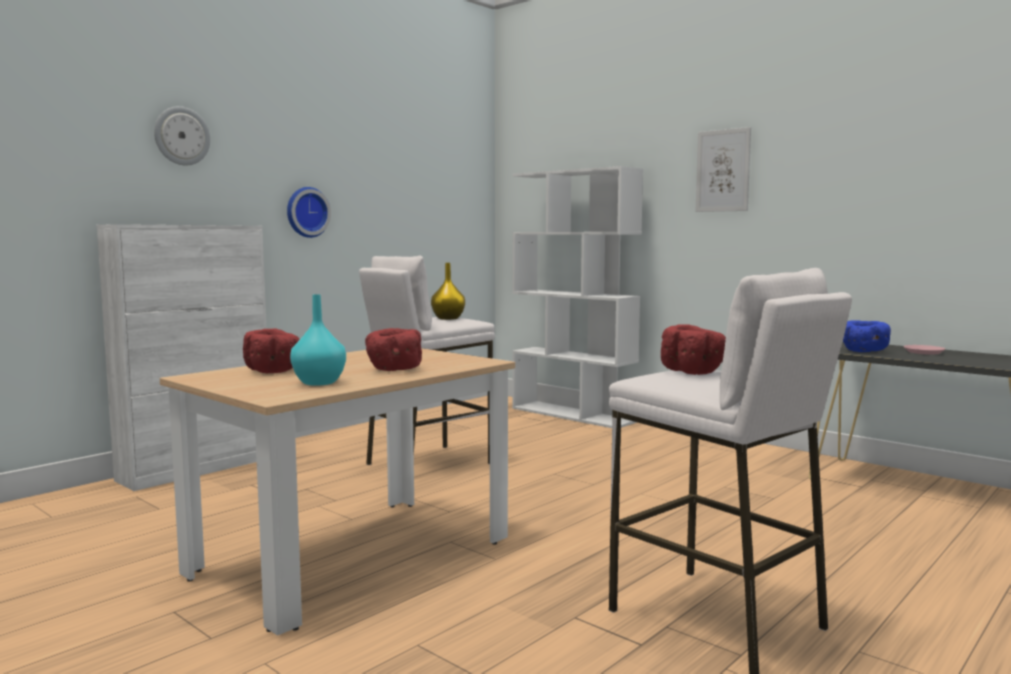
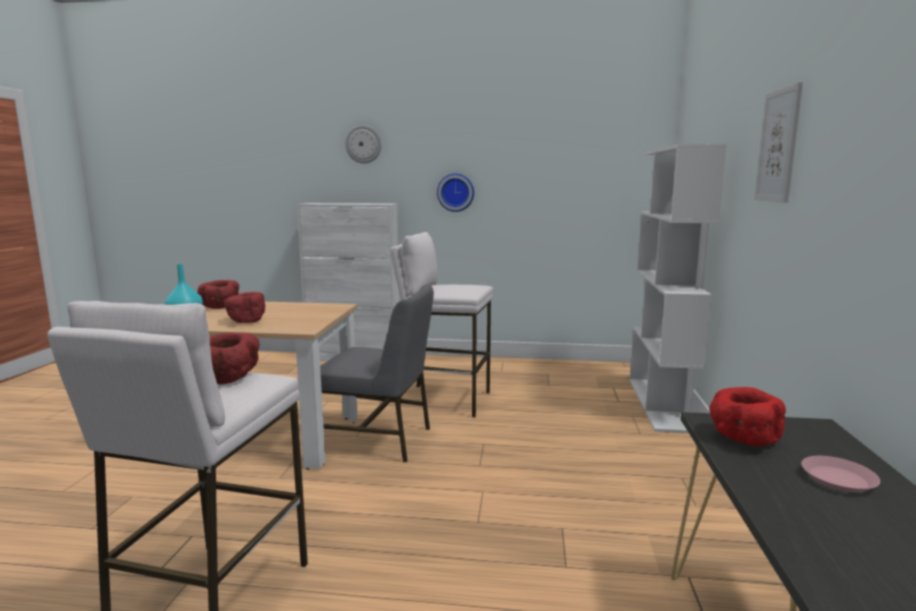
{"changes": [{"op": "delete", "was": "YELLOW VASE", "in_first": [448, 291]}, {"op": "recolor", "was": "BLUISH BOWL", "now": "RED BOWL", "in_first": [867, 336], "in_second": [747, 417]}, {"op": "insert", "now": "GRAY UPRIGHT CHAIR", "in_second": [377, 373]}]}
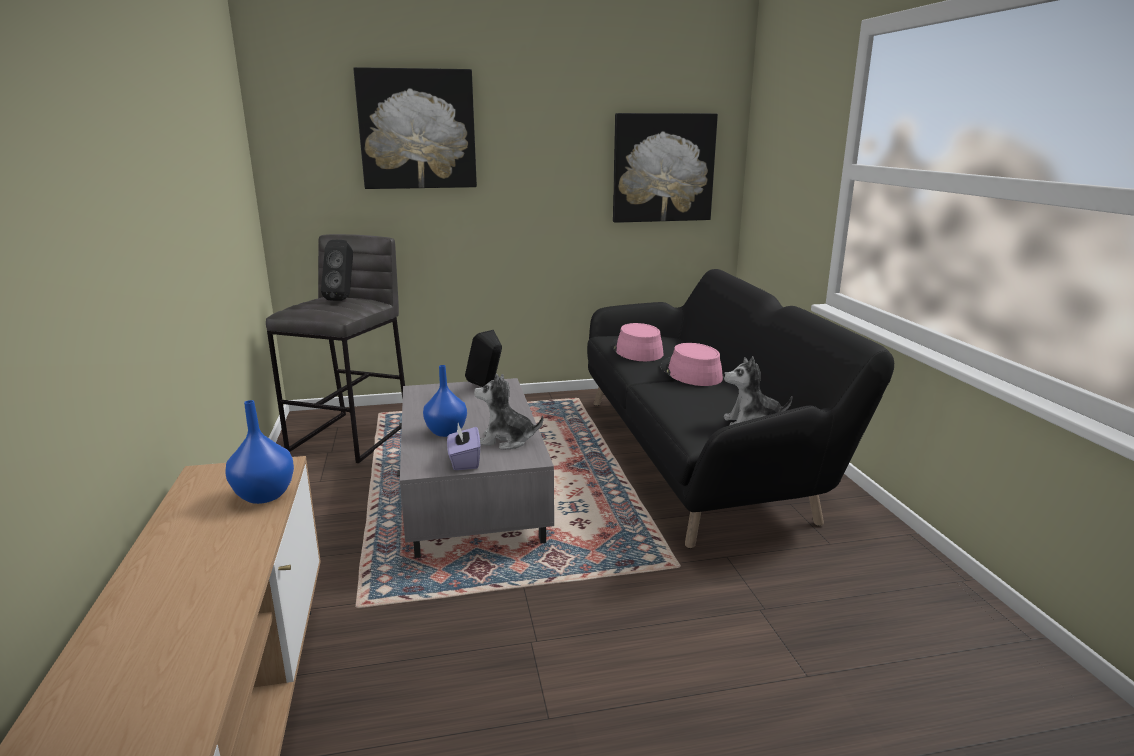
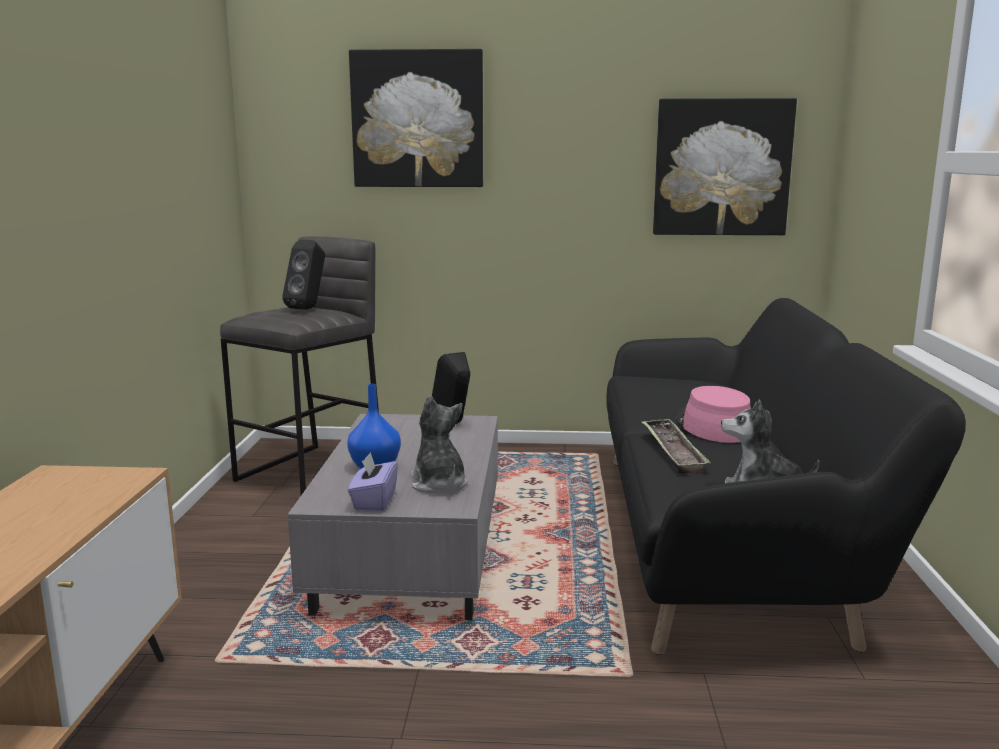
{"changes": [{"op": "delete", "was": "BLUISH VASE", "in_first": [259, 452]}, {"op": "rotate", "was": "SOFT TOY", "in_first": [508, 411], "in_second": [439, 444], "clockwise": 45}, {"op": "delete", "was": "PINK CLOTHING HAT", "in_first": [638, 342]}, {"op": "insert", "now": "SERVING TRAY", "in_second": [676, 446]}]}
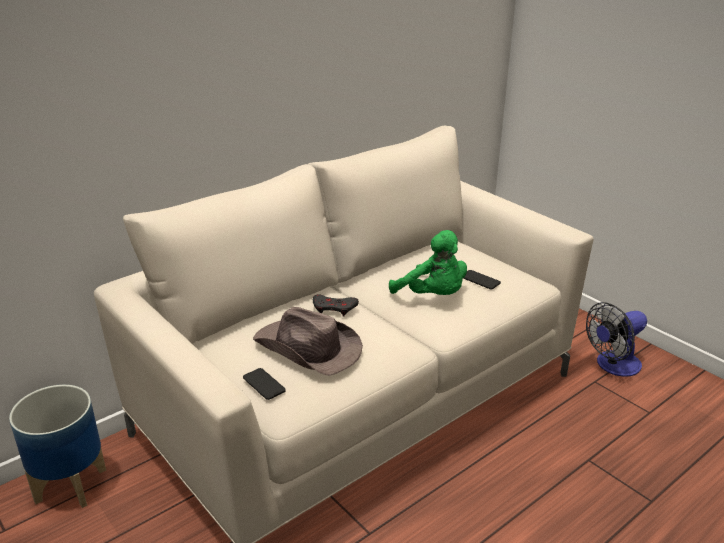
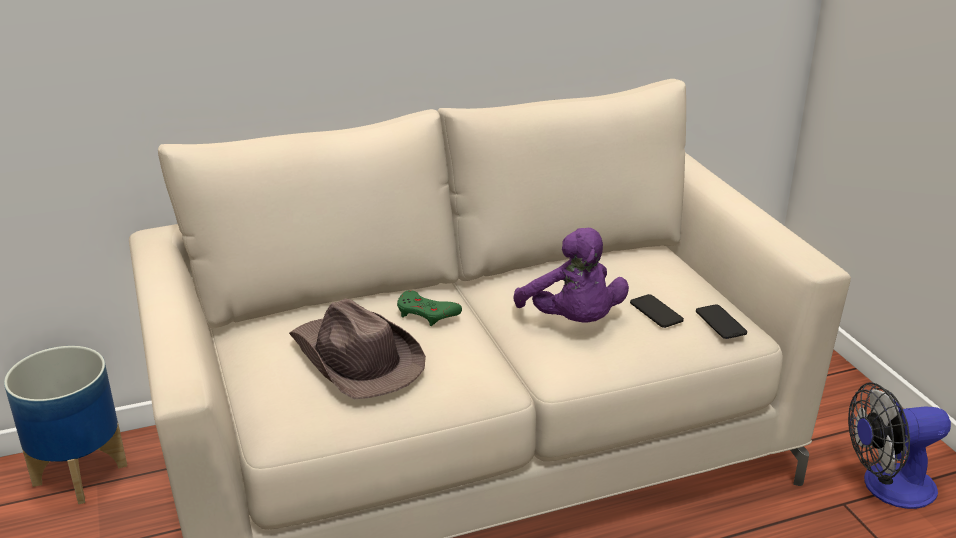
{"changes": [{"op": "move", "was": "HANDSET", "in_first": [264, 384], "in_second": [721, 321]}, {"op": "recolor", "was": "GRAY GAME CONTROLLER", "now": "GREEN GAME CONTROLLER", "in_first": [336, 306], "in_second": [429, 308]}, {"op": "recolor", "was": "GREEN SOFT TOY", "now": "PURPLE SOFT TOY", "in_first": [428, 262], "in_second": [571, 275]}]}
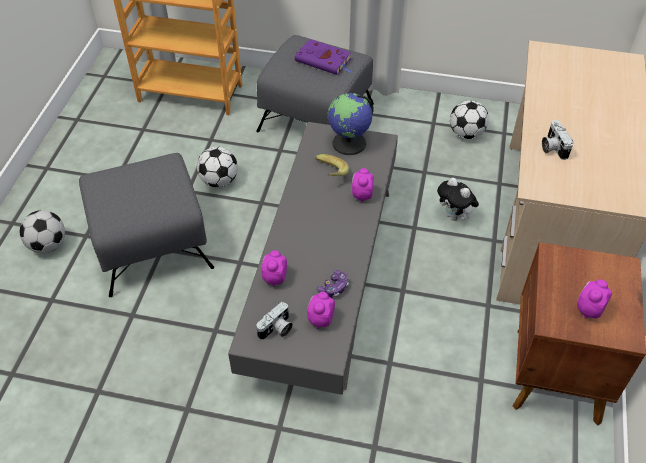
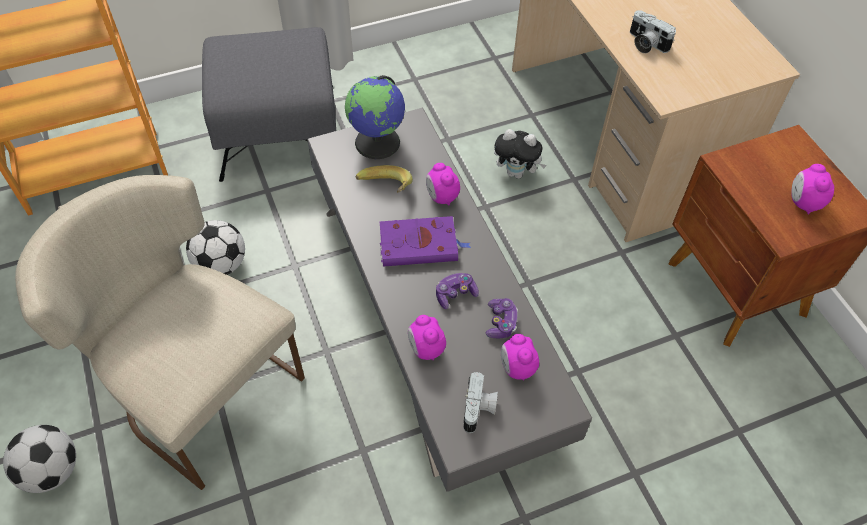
{"changes": [{"op": "replace", "was": "GRAY OTTOMAN", "now": "BEIGE-COLOURED UPRIGHT CHAIR", "in_first": [146, 225], "in_second": [160, 332]}, {"op": "move", "was": "PURPLE BOUND BOOK", "in_first": [323, 57], "in_second": [425, 241]}, {"op": "delete", "was": "BALL FOR FOOTBALL", "in_first": [469, 119]}, {"op": "insert", "now": "GAME CONTROLLER", "in_second": [457, 291]}]}
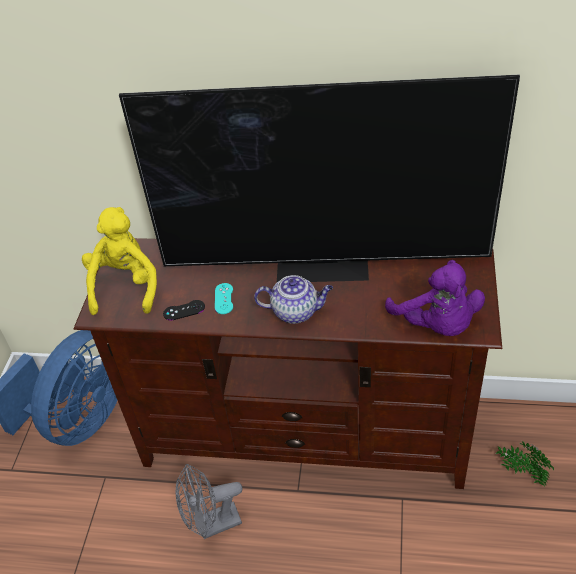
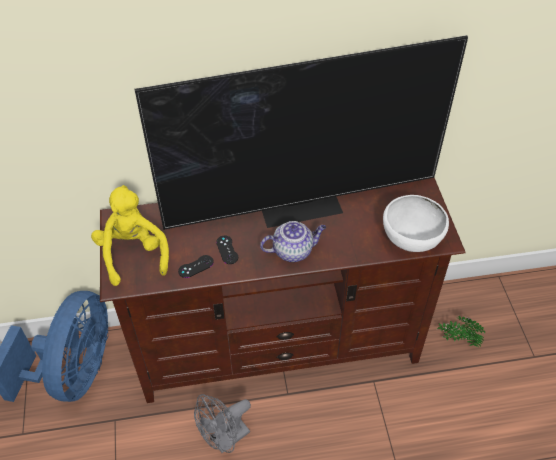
{"changes": [{"op": "recolor", "was": "BLUE-GREEN GAME CONTROLLER", "now": "BLACK GAME CONTROLLER", "in_first": [224, 298], "in_second": [227, 250]}, {"op": "replace", "was": "PURPLE SOFT TOY", "now": "WHITE BOWL", "in_first": [435, 298], "in_second": [416, 223]}]}
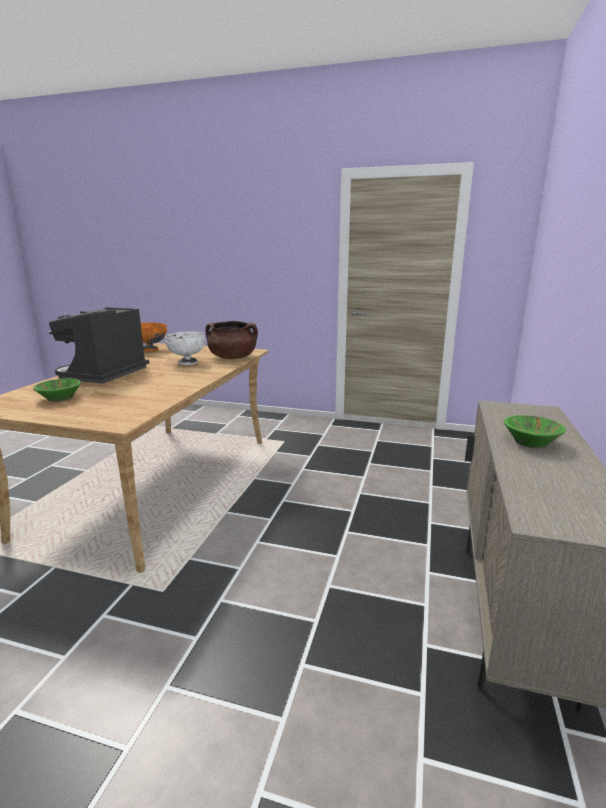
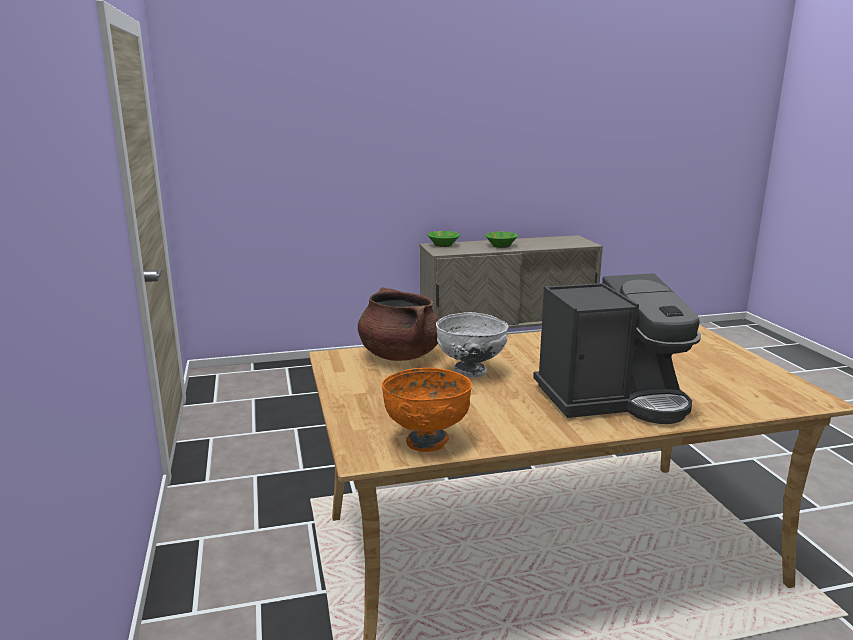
{"changes": [{"op": "move", "was": "GREEN BOWL", "in_first": [57, 390], "in_second": [444, 239]}]}
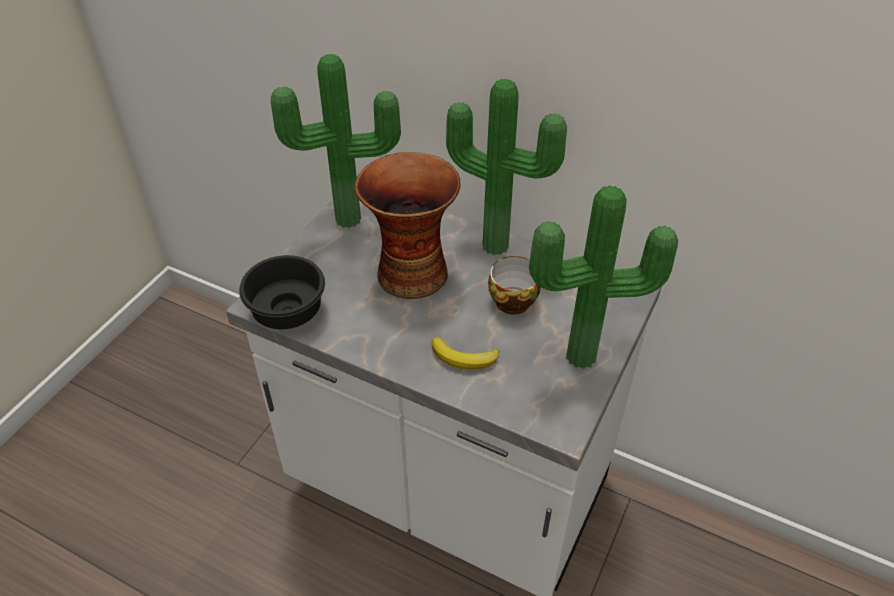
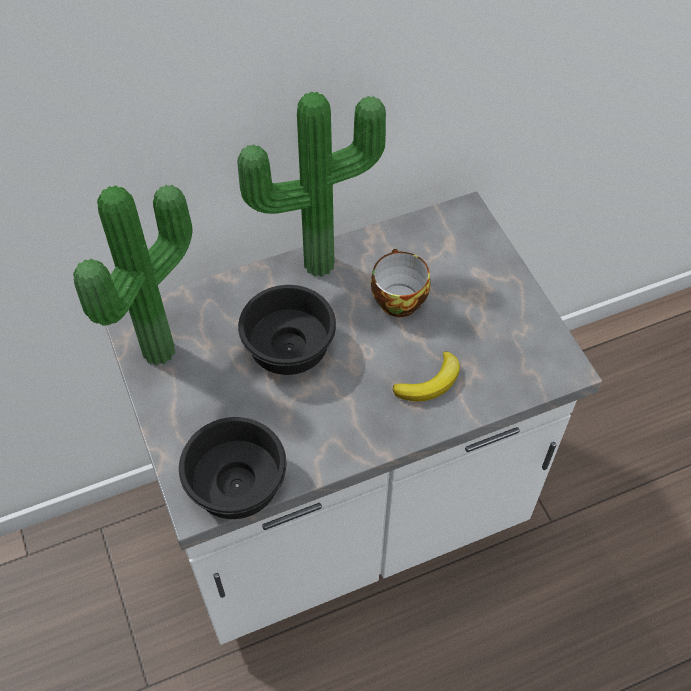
{"changes": [{"op": "replace", "was": "VASE", "now": "BLACK BOWL", "in_first": [407, 225], "in_second": [287, 330]}, {"op": "delete", "was": "POTTED PLANT", "in_first": [603, 277]}]}
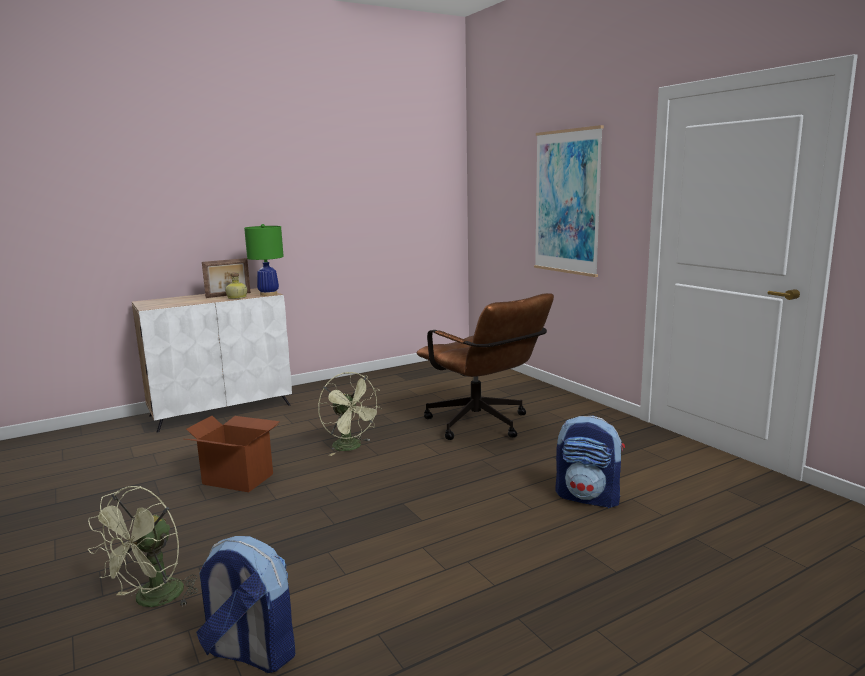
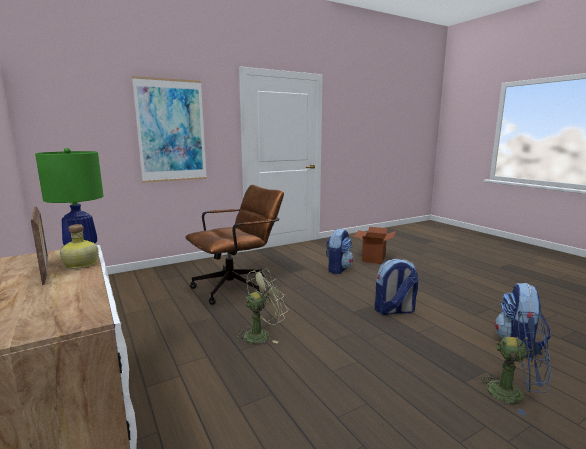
{"changes": [{"op": "recolor", "was": "GREEN COOLING FAN", "now": "BLUISH COOLING FAN", "in_first": [143, 546], "in_second": [513, 363]}, {"op": "move", "was": "PACKING BOX", "in_first": [232, 454], "in_second": [374, 245]}, {"op": "insert", "now": "KNAPSACK", "in_second": [396, 287]}]}
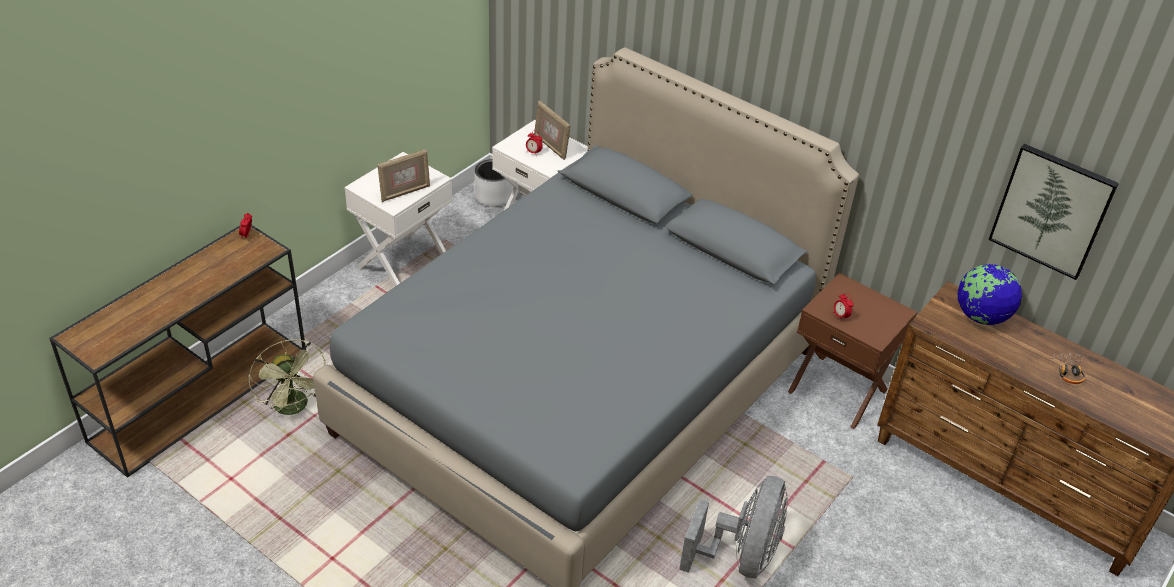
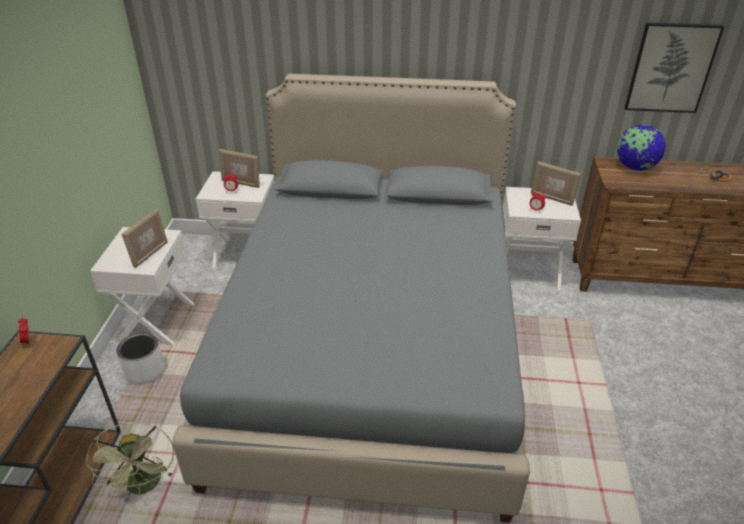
{"changes": [{"op": "rotate", "was": "GREEN COOLING FAN", "in_first": [287, 377], "in_second": [130, 459], "clockwise": 45}, {"op": "move", "was": "WHITE PLANTER", "in_first": [493, 183], "in_second": [141, 358]}, {"op": "delete", "was": "GRAY COOLING FAN", "in_first": [733, 527]}, {"op": "recolor", "was": "BROWN BEDSIDE TABLE", "now": "WHITE BEDSIDE TABLE", "in_first": [852, 351], "in_second": [542, 239]}, {"op": "insert", "now": "PICTURE FRAME", "in_second": [556, 183]}]}
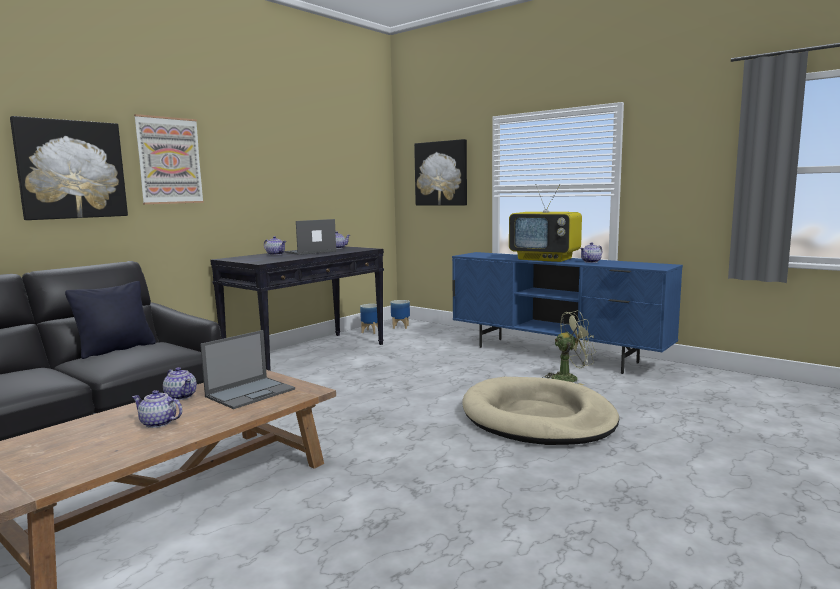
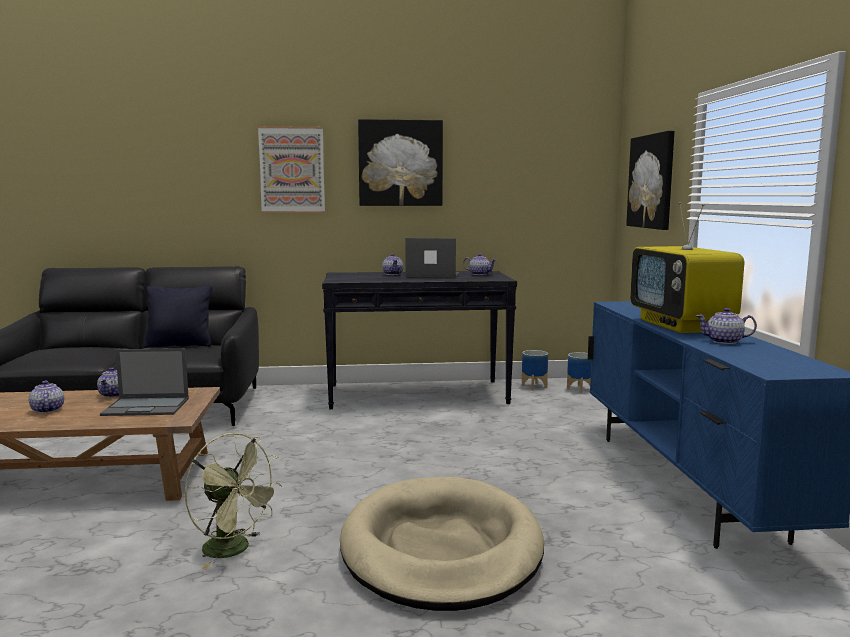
{"changes": [{"op": "move", "was": "PICTURE", "in_first": [69, 168], "in_second": [400, 162]}, {"op": "move", "was": "GREEN COOLING FAN", "in_first": [569, 348], "in_second": [233, 501]}]}
